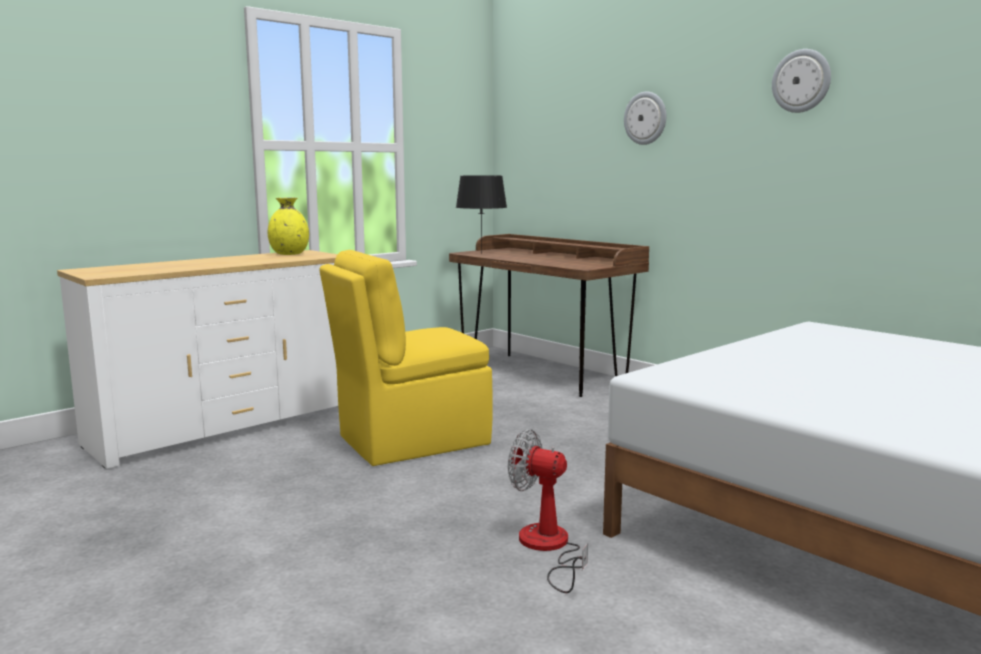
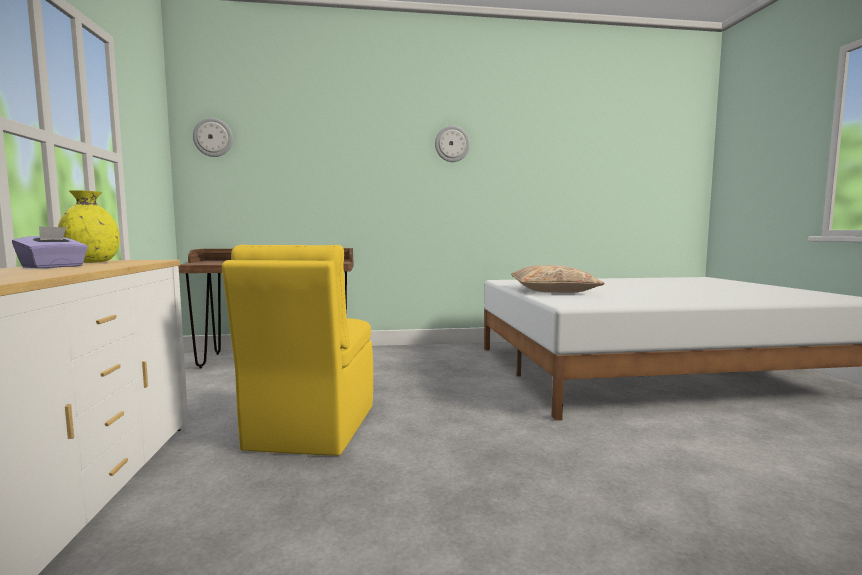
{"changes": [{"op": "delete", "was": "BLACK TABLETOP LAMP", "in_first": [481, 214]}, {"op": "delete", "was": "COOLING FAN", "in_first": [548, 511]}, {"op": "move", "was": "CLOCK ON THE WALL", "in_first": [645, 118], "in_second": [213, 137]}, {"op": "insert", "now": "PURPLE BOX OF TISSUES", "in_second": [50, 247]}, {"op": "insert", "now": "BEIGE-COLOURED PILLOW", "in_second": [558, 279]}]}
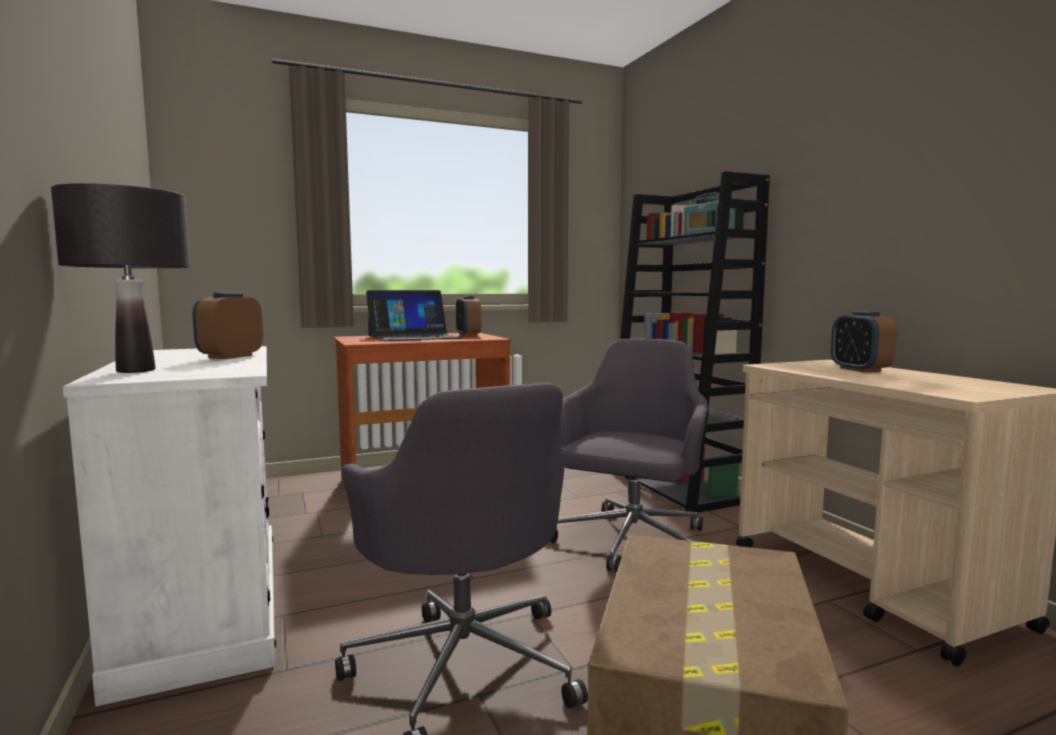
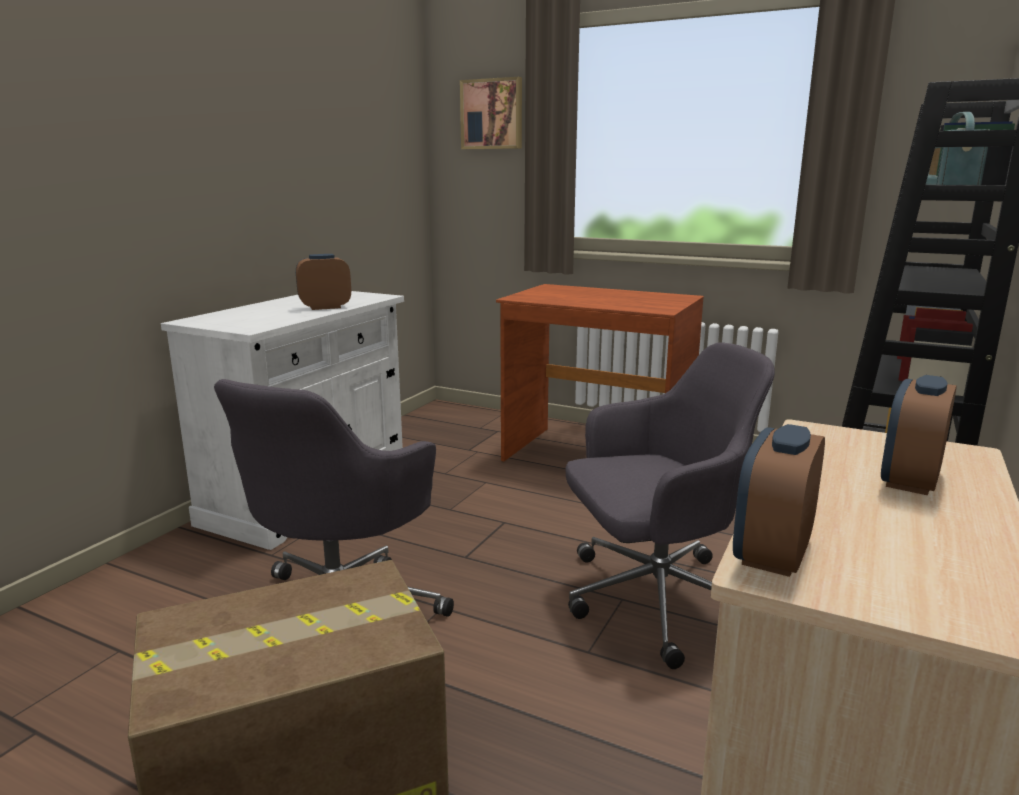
{"changes": [{"op": "delete", "was": "BLACK TABLETOP LAMP", "in_first": [120, 278]}, {"op": "delete", "was": "PORTABLE COMPUTER", "in_first": [414, 315]}, {"op": "move", "was": "ALARM CLOCK", "in_first": [468, 316], "in_second": [779, 500]}, {"op": "insert", "now": "PICTURE", "in_second": [491, 113]}]}
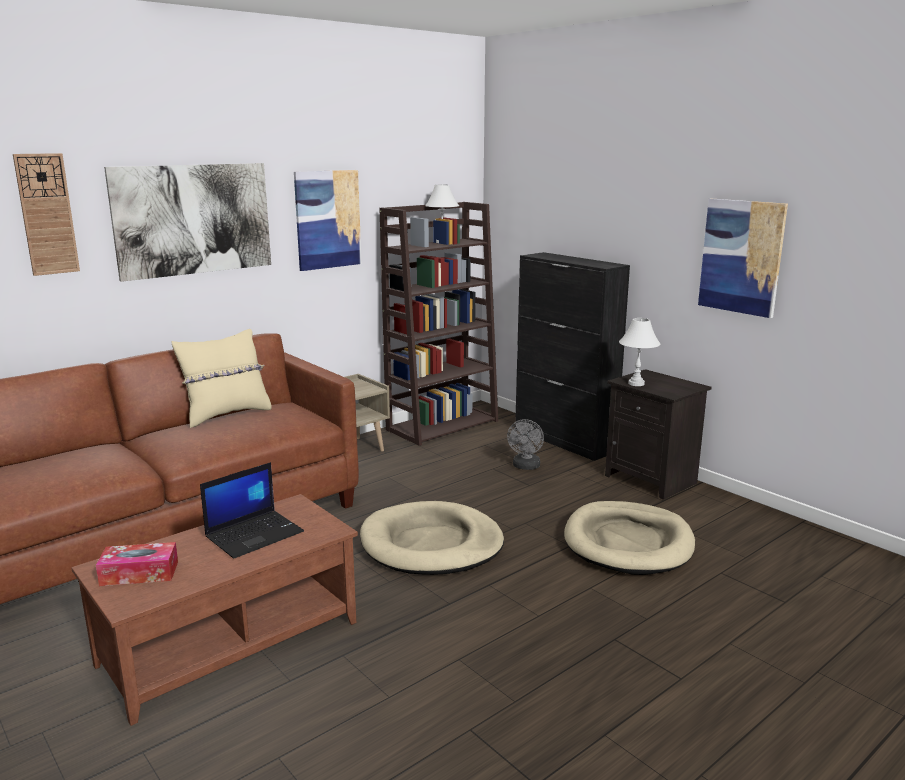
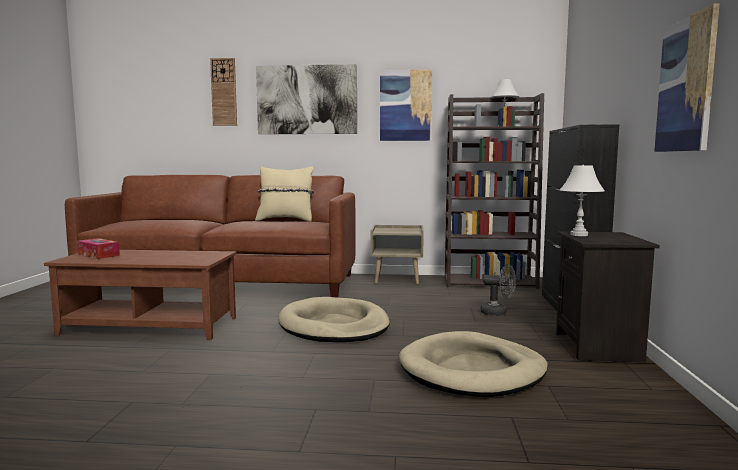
{"changes": [{"op": "delete", "was": "PORTABLE COMPUTER", "in_first": [252, 510]}, {"op": "rotate", "was": "GRAY COOLING FAN", "in_first": [525, 444], "in_second": [498, 290], "clockwise": -135}]}
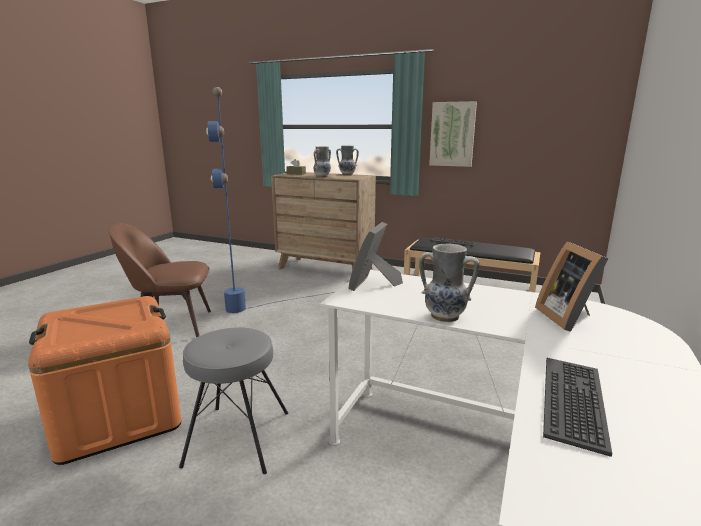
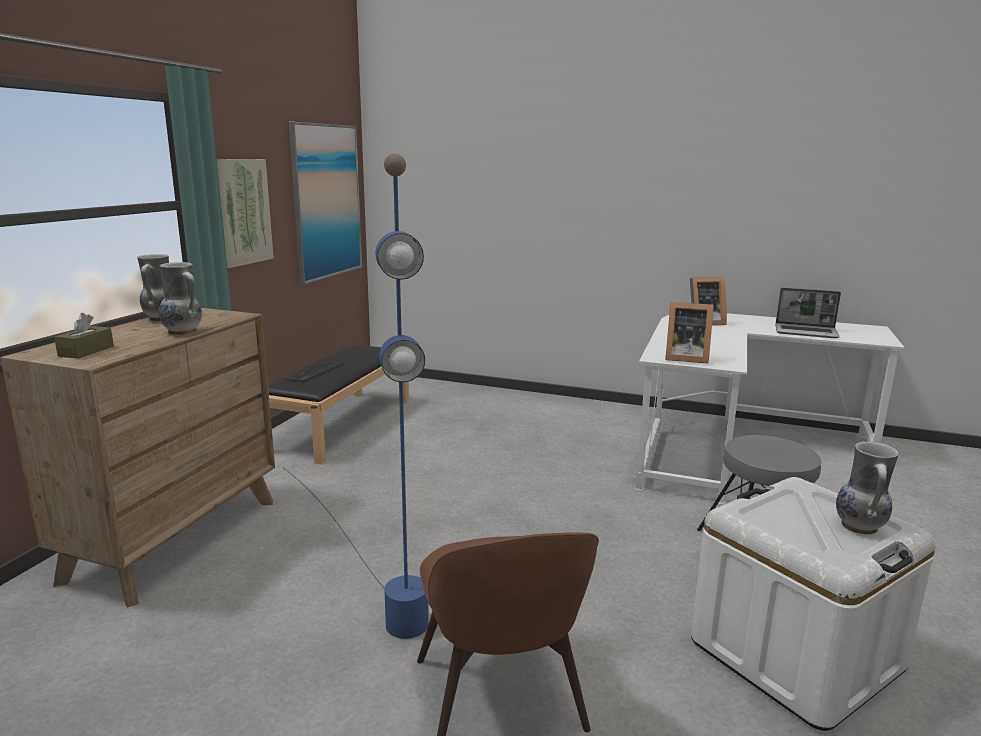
{"changes": [{"op": "recolor", "was": "ORANGEY STORAGE BIN", "now": "WHITE STORAGE BIN", "in_first": [104, 380], "in_second": [813, 604]}, {"op": "move", "was": "VASE", "in_first": [449, 283], "in_second": [867, 488]}, {"op": "replace", "was": "COMPUTER KEYBOARD", "now": "PORTABLE COMPUTER", "in_first": [577, 407], "in_second": [808, 313]}, {"op": "insert", "now": "PICTURE", "in_second": [325, 203]}]}
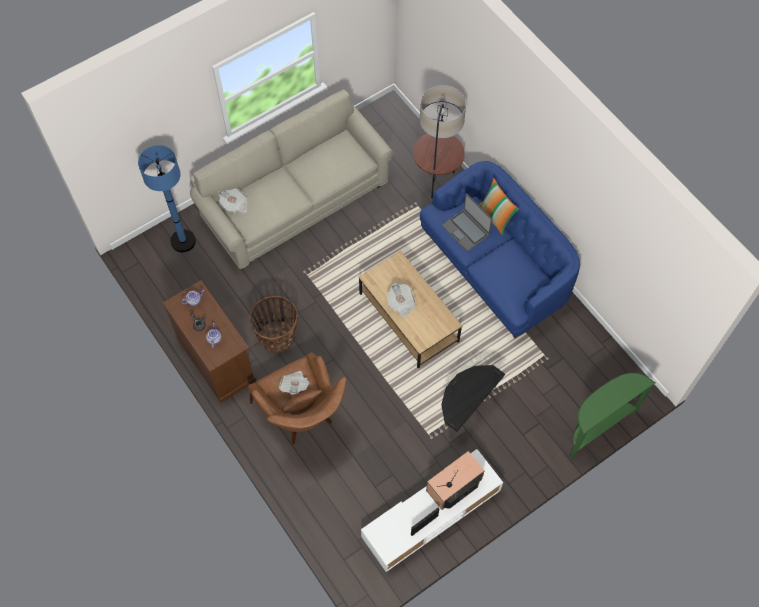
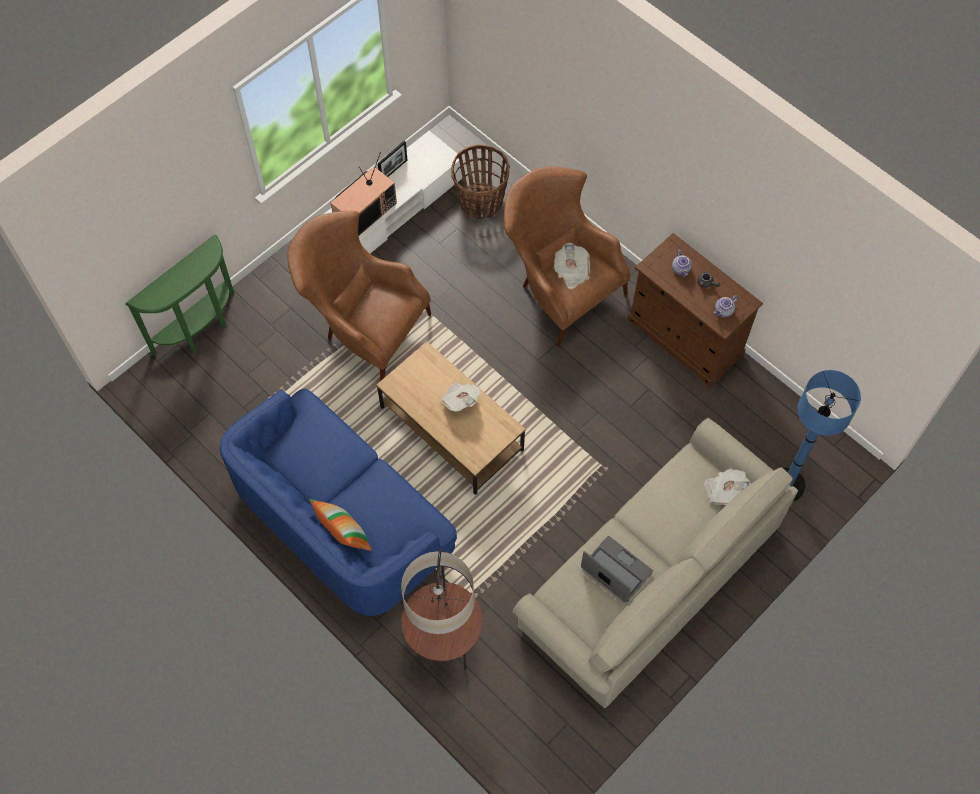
{"changes": [{"op": "move", "was": "BASKET", "in_first": [273, 324], "in_second": [480, 182]}, {"op": "replace", "was": "END TABLE", "now": "BROWN LOUNGE CHAIR", "in_first": [473, 402], "in_second": [359, 296]}, {"op": "move", "was": "PORTABLE COMPUTER", "in_first": [467, 222], "in_second": [617, 569]}]}
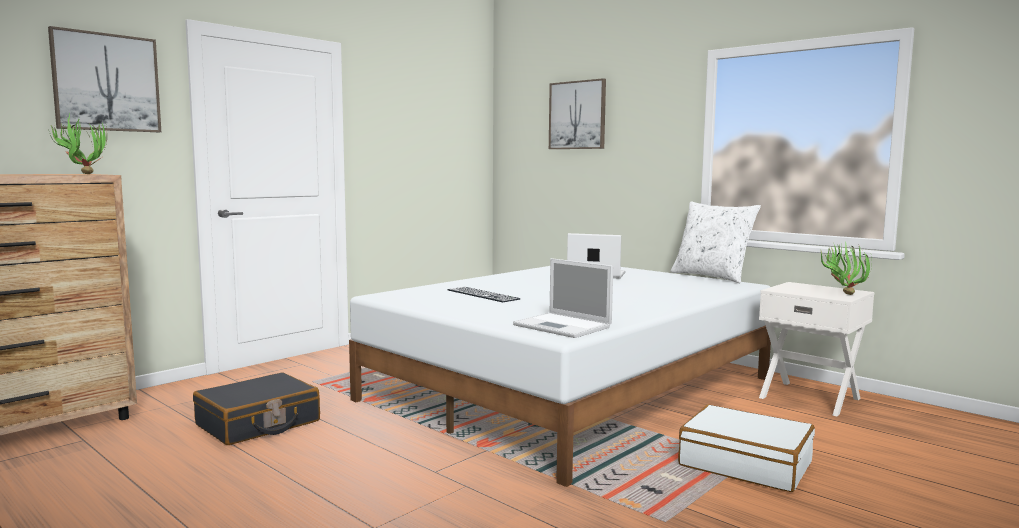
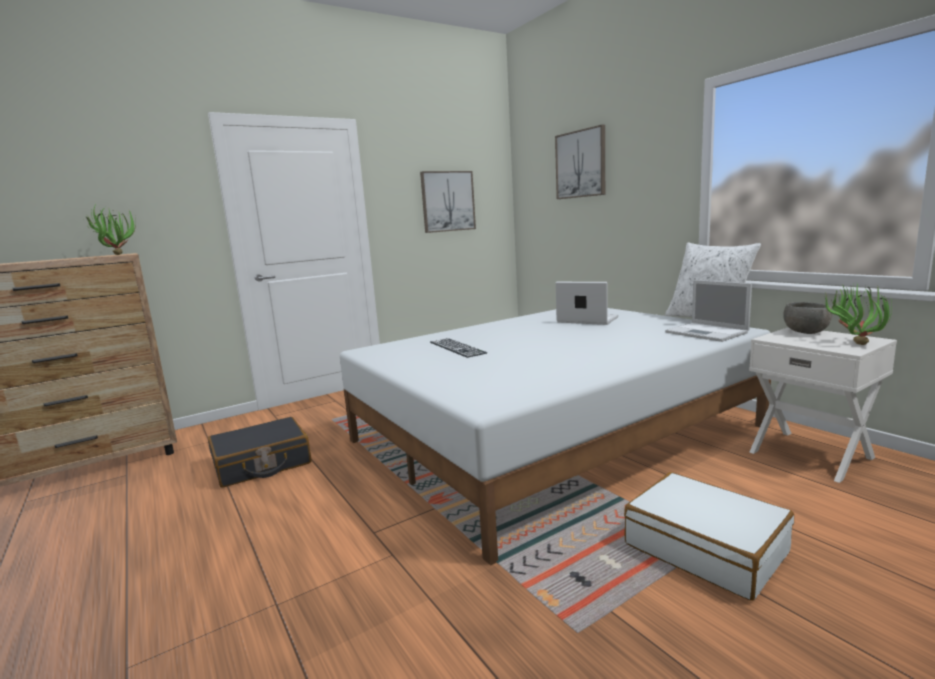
{"changes": [{"op": "move", "was": "PICTURE", "in_first": [104, 79], "in_second": [448, 202]}, {"op": "move", "was": "PORTABLE COMPUTER", "in_first": [563, 298], "in_second": [708, 311]}, {"op": "insert", "now": "GRAY BOWL", "in_second": [807, 318]}]}
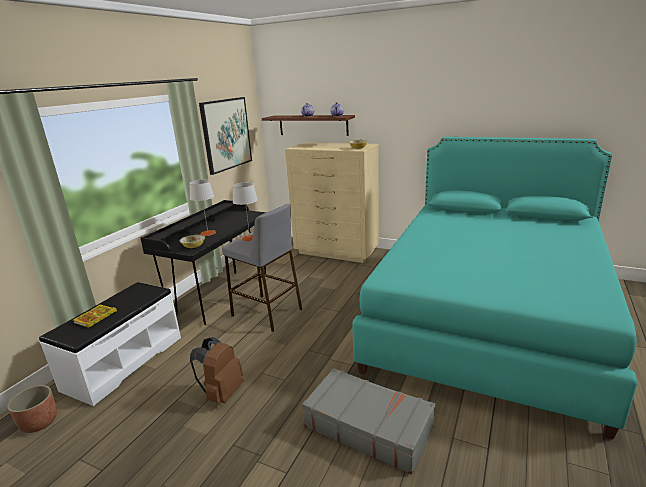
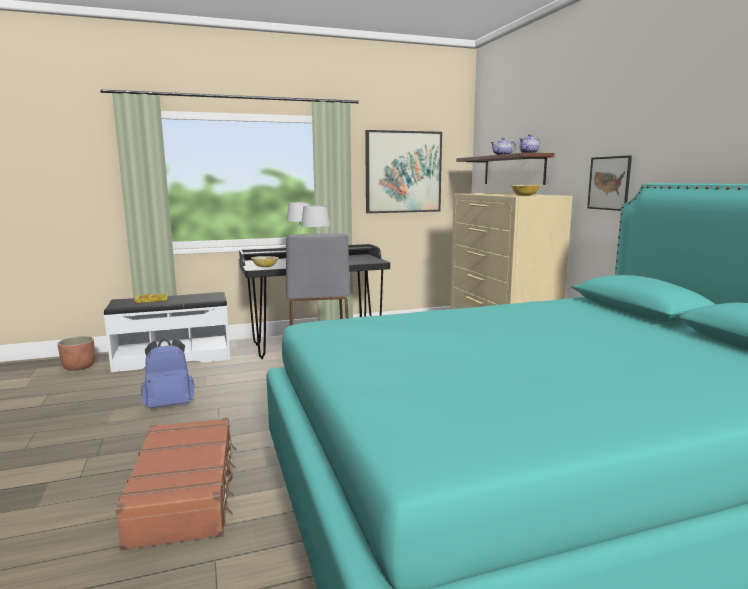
{"changes": [{"op": "recolor", "was": "BROWN KNAPSACK", "now": "BLUISH KNAPSACK", "in_first": [217, 370], "in_second": [168, 373]}, {"op": "recolor", "was": "GRAY SUITCASE", "now": "BROWN SUITCASE", "in_first": [368, 421], "in_second": [176, 484]}, {"op": "insert", "now": "PICTURE", "in_second": [609, 183]}]}
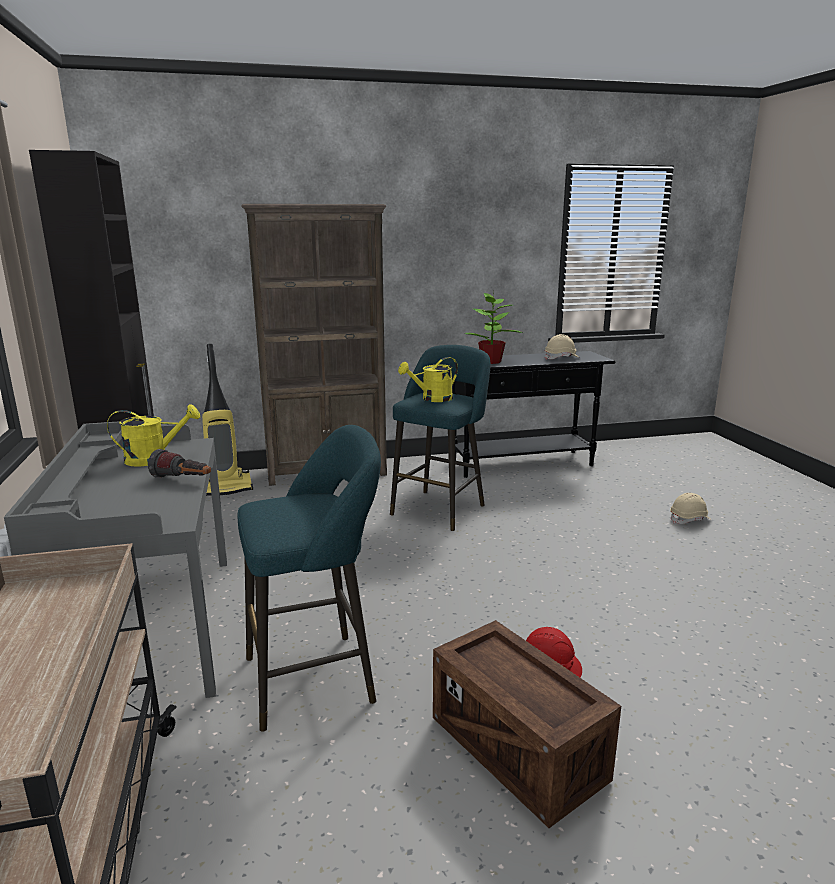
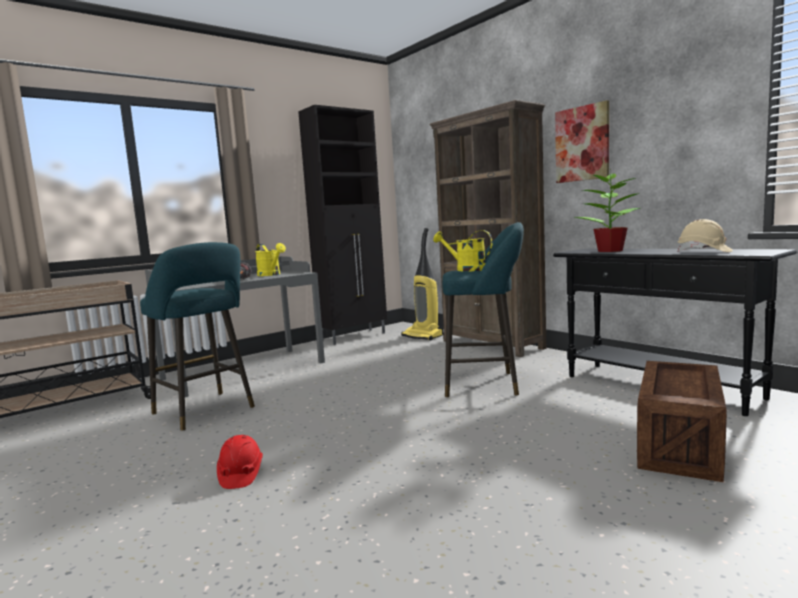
{"changes": [{"op": "move", "was": "PACKING CRATE", "in_first": [527, 724], "in_second": [682, 421]}, {"op": "delete", "was": "BEIGE-COLOURED WORK HELMET", "in_first": [690, 508]}, {"op": "insert", "now": "PICTURE", "in_second": [582, 141]}]}
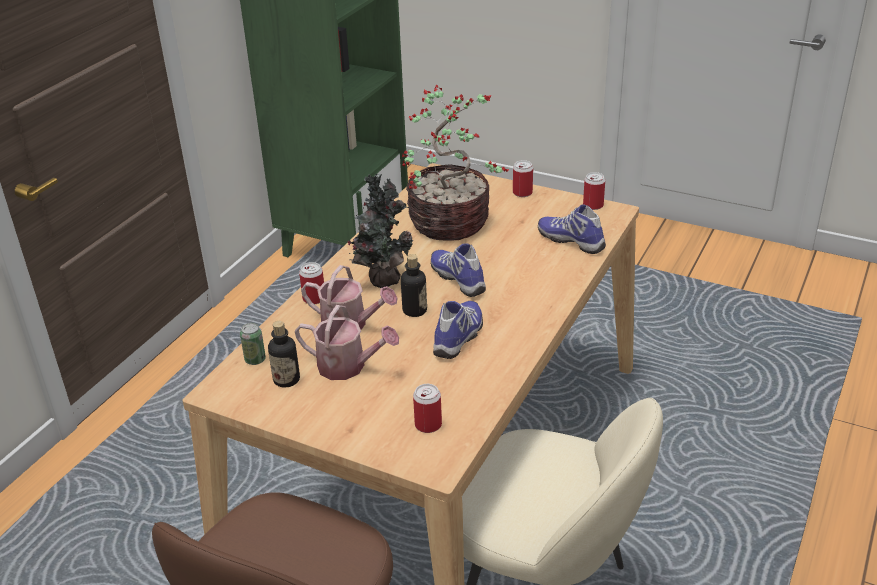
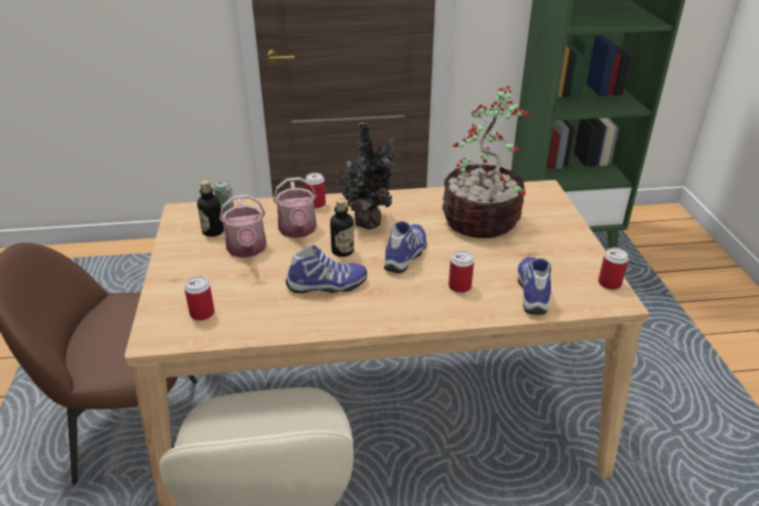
{"changes": [{"op": "move", "was": "SEALED CAN", "in_first": [523, 178], "in_second": [461, 271]}]}
